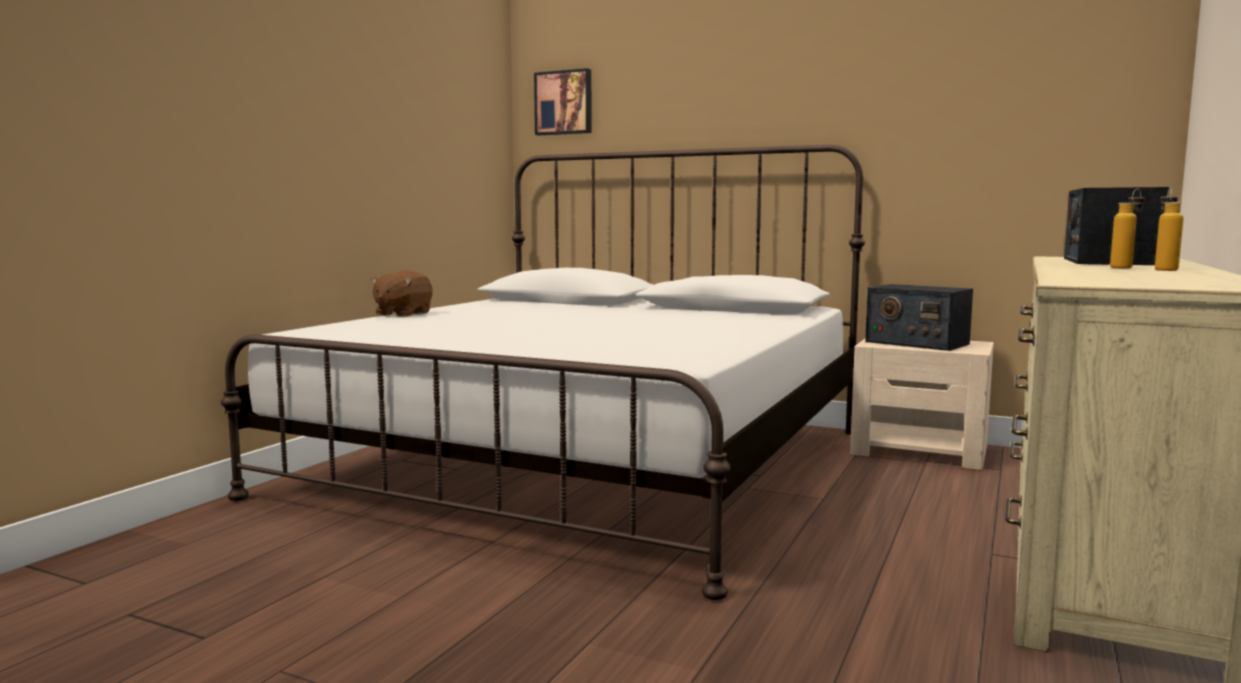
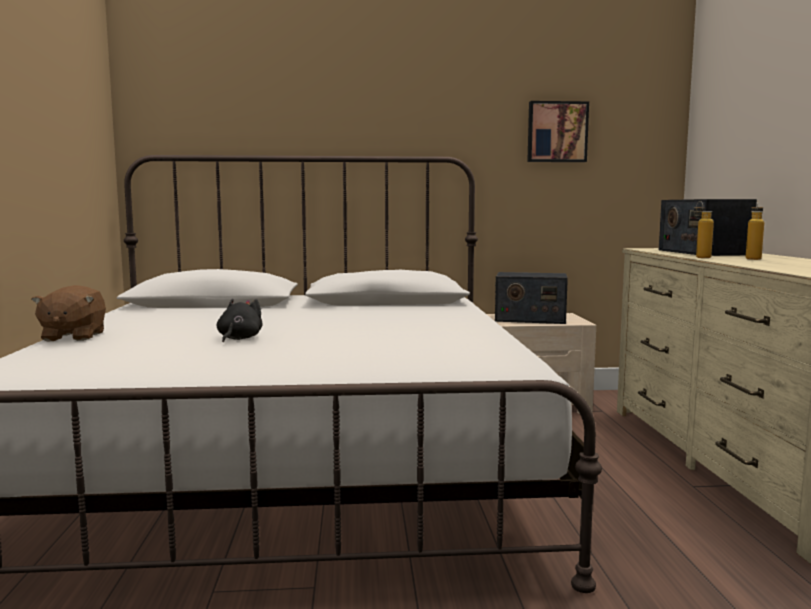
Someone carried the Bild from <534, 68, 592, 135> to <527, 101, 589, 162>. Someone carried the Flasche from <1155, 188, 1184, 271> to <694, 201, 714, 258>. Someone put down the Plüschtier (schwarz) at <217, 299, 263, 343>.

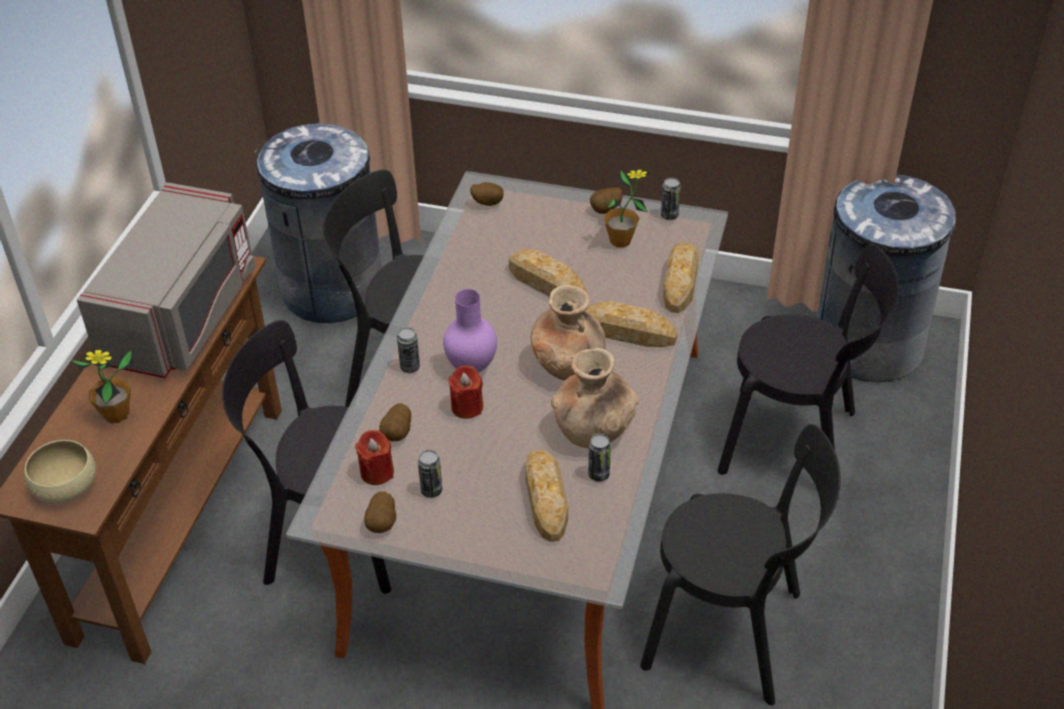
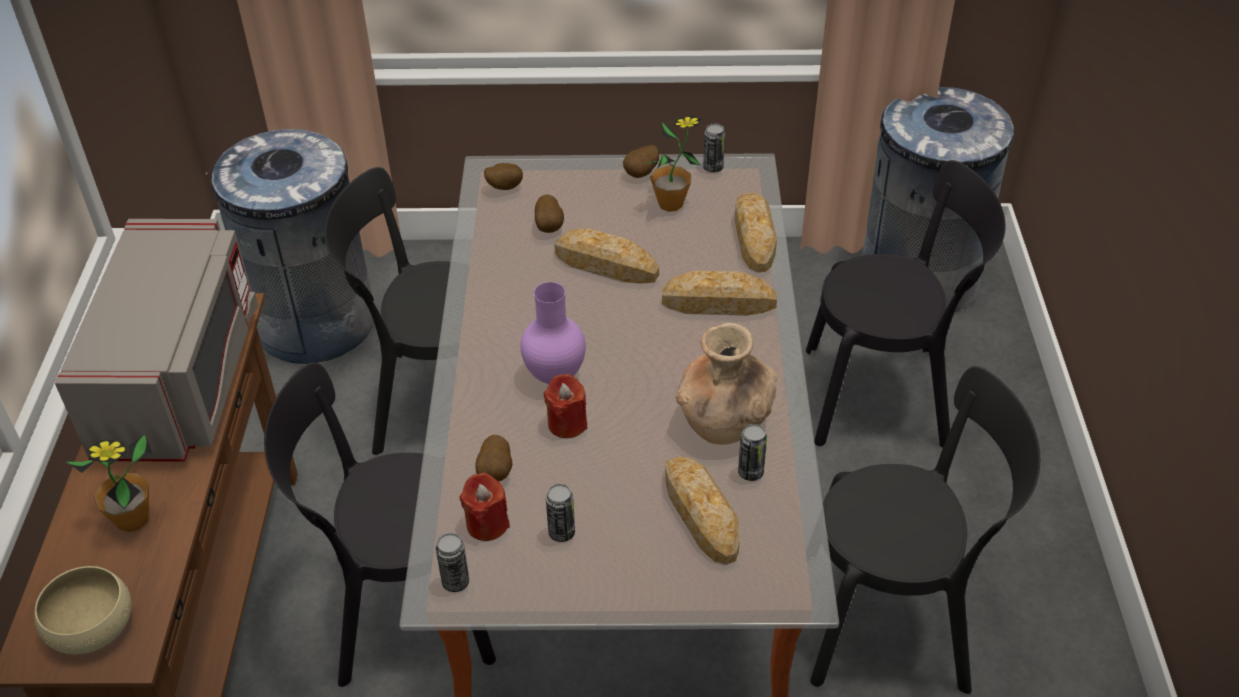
Someone took away the Vase (braun) at <531, 285, 606, 380>. Someone carried the Dose from <397, 327, 420, 373> to <436, 533, 469, 592>. Someone carried the Kartoffel from <364, 491, 396, 533> to <535, 194, 564, 233>.

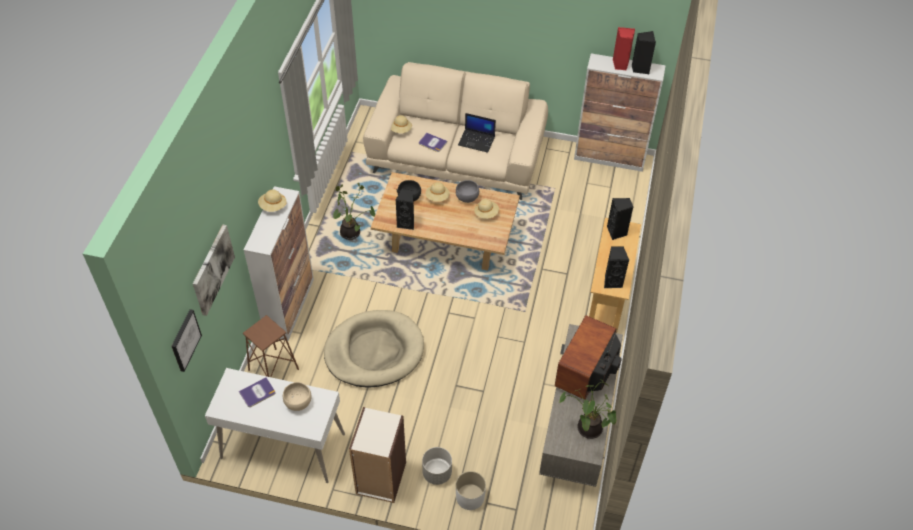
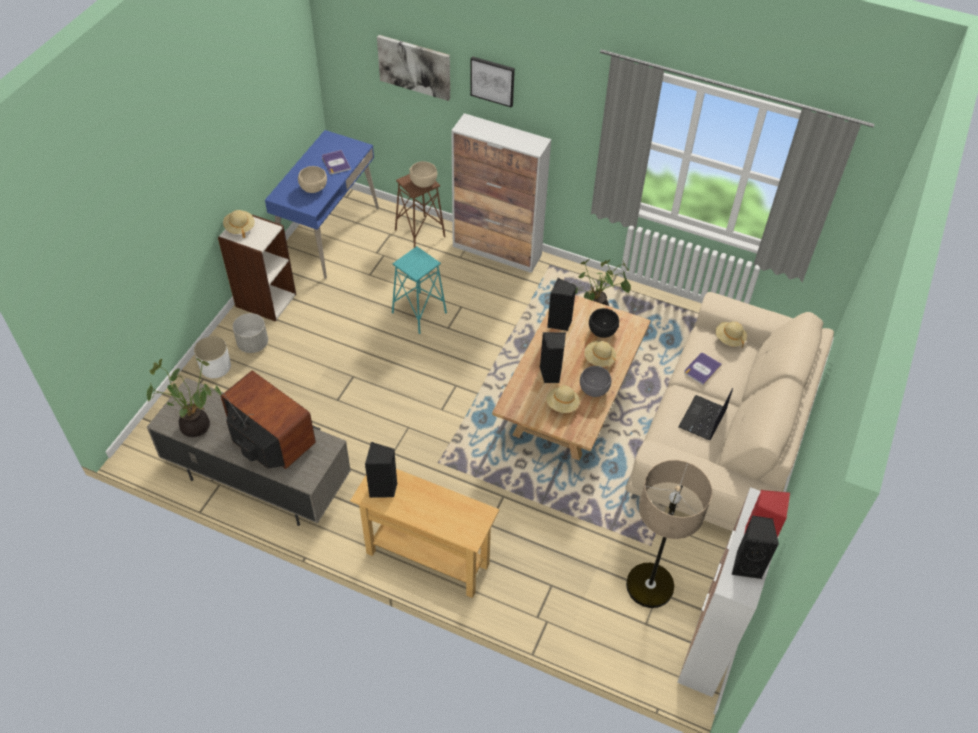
Someone carried the Hut (beige) from <258, 190, 287, 212> to <223, 210, 255, 238>. Someone carried the Lautsprecher (schwarz) from <607, 198, 633, 240> to <539, 332, 566, 383>. Someone carried the Bild from <171, 309, 202, 372> to <470, 56, 515, 108>. Someone swapped the Hundebett (beige) at <324, 310, 424, 388> for the Hocker (türkis) at <392, 246, 447, 334>. Someone repainted the Schreibtisch (weiß) at <205, 368, 345, 483>, which became the Schreibtisch (blau) at <265, 130, 379, 279>. Someone put down the Schüssel (beige) at <409, 161, 437, 188>. Someone put down the Stehlampe at <626, 460, 712, 608>.

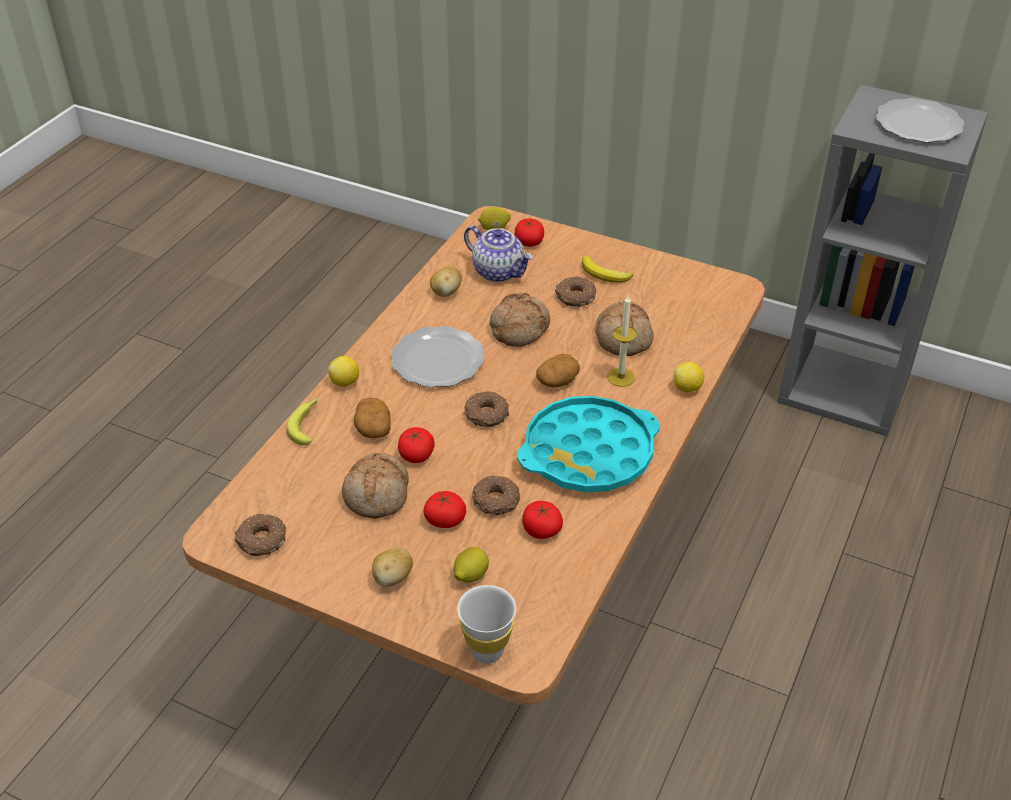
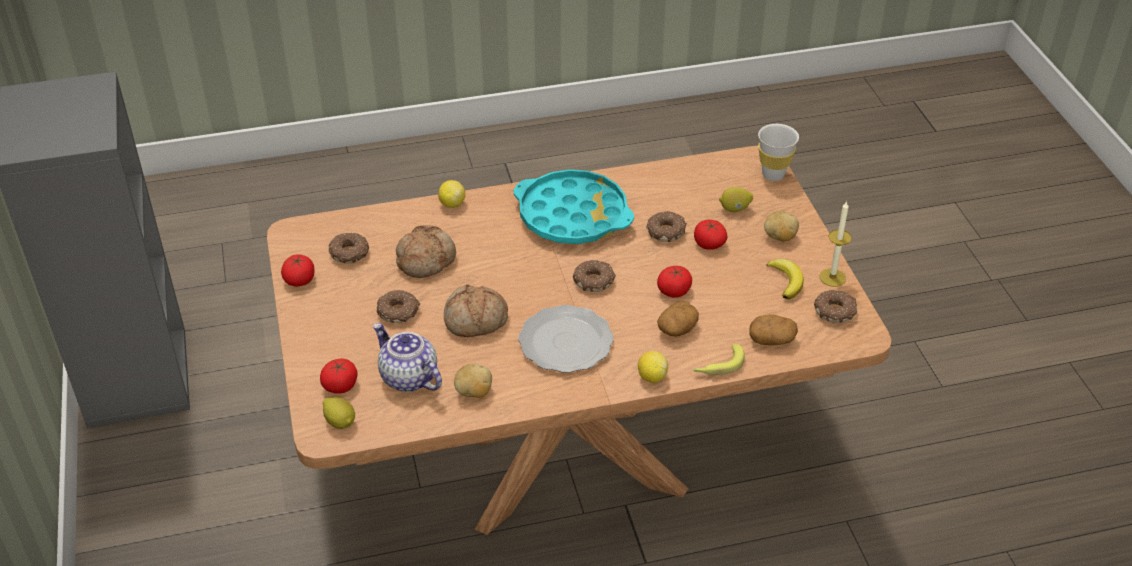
Someone took away the Teller at <876, 98, 964, 143>. Someone rotated the Teekanne at <464, 225, 533, 282> by 45 degrees counterclockwise. Someone carried the Banane from <582, 256, 633, 283> to <766, 259, 804, 300>. Someone carried the Kerze from <607, 296, 637, 387> to <819, 201, 852, 287>. Someone carried the Kartoffel from <536, 353, 580, 388> to <749, 314, 798, 345>. Someone took away the Brot at <342, 453, 409, 519>. Someone carried the Tomate from <522, 501, 563, 539> to <281, 254, 314, 286>. Someone put down the Donut at <329, 233, 369, 264>.

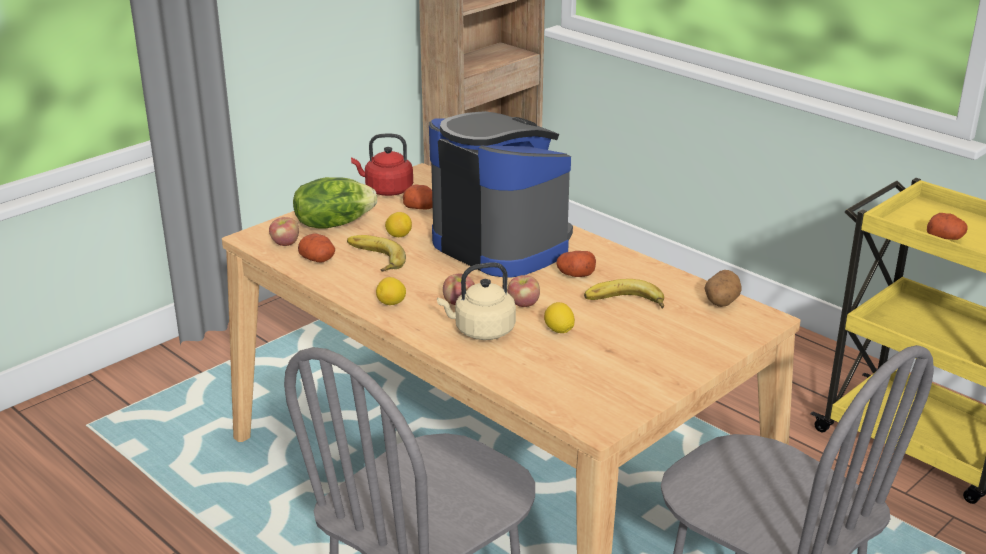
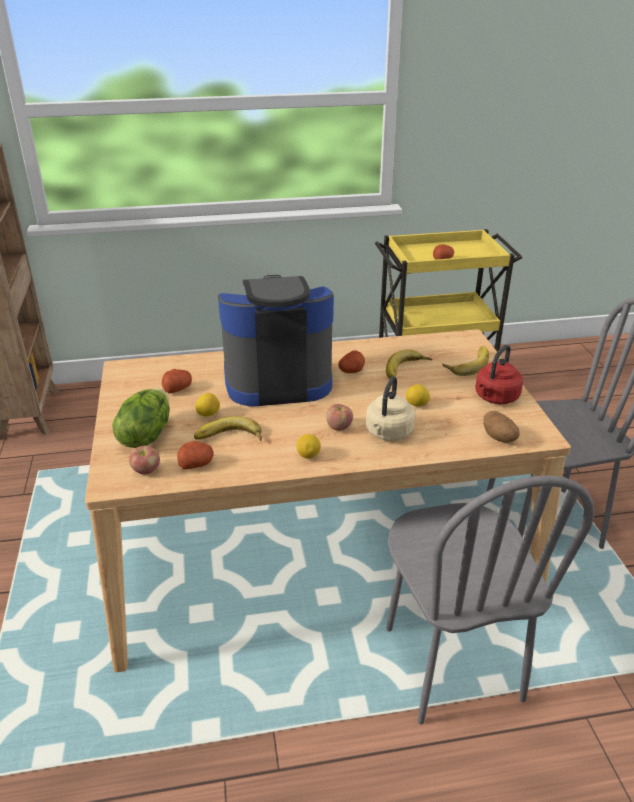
Someone carried the Wasserkessel (rot) from <351, 134, 413, 196> to <476, 345, 523, 404>. Someone carried the Kartoffel from <704, 270, 742, 307> to <484, 411, 520, 443>. Someone took away the Apfel at <507, 275, 540, 307>. Someone put down the Banane at <442, 346, 489, 376>.

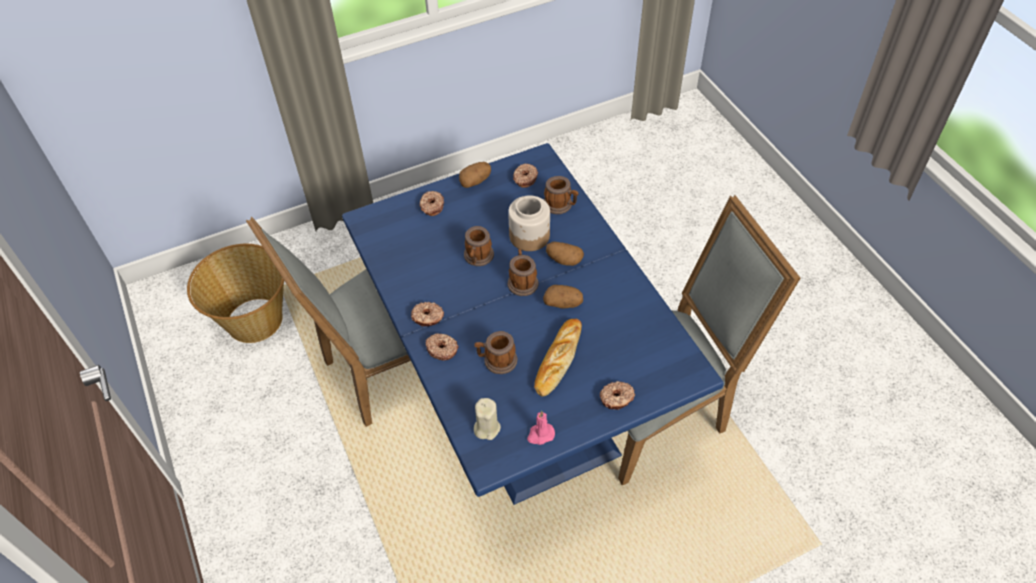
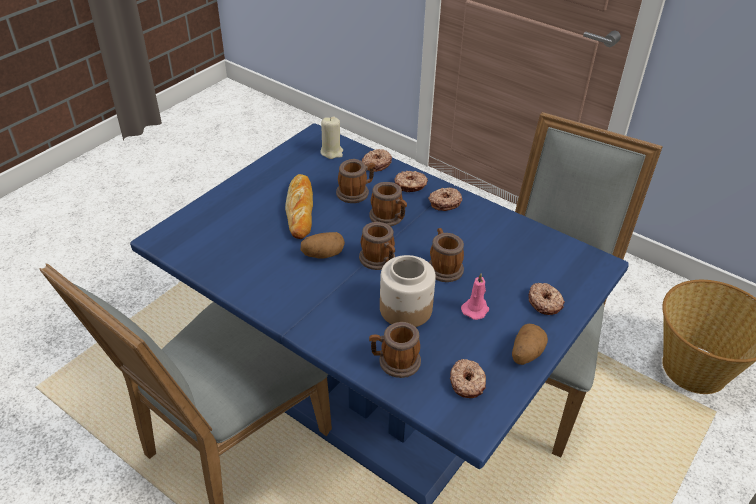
Someone took away the Kartoffel at <546, 242, 584, 266>. Someone carried the Donut from <600, 381, 635, 410> to <362, 149, 392, 172>. Someone carried the Kerze (rosa) from <527, 411, 555, 445> to <461, 273, 489, 320>. Someone put down the Henkelbecher at <369, 182, 407, 227>.

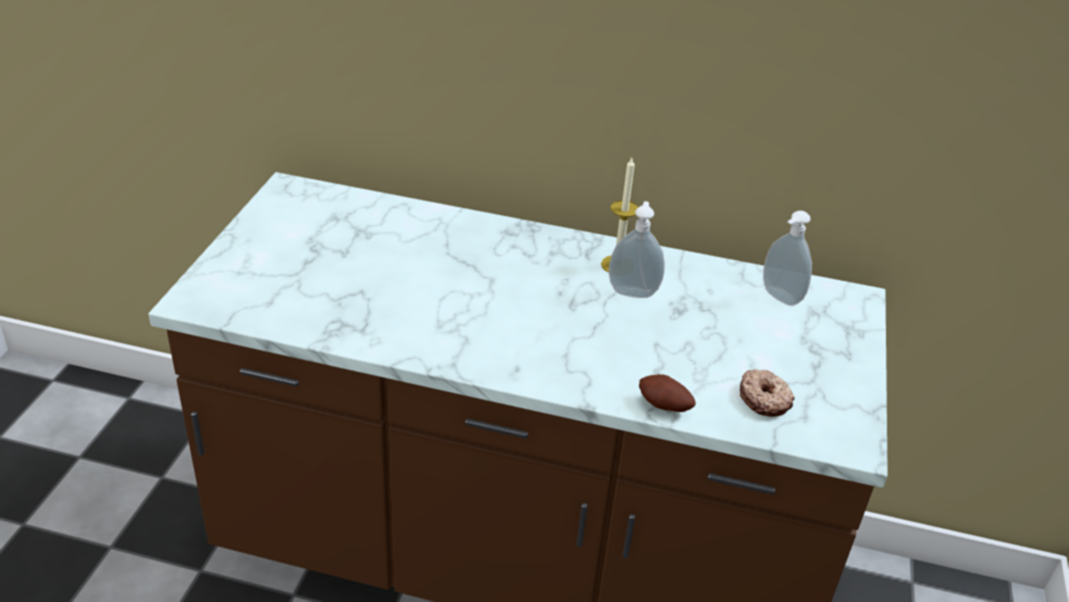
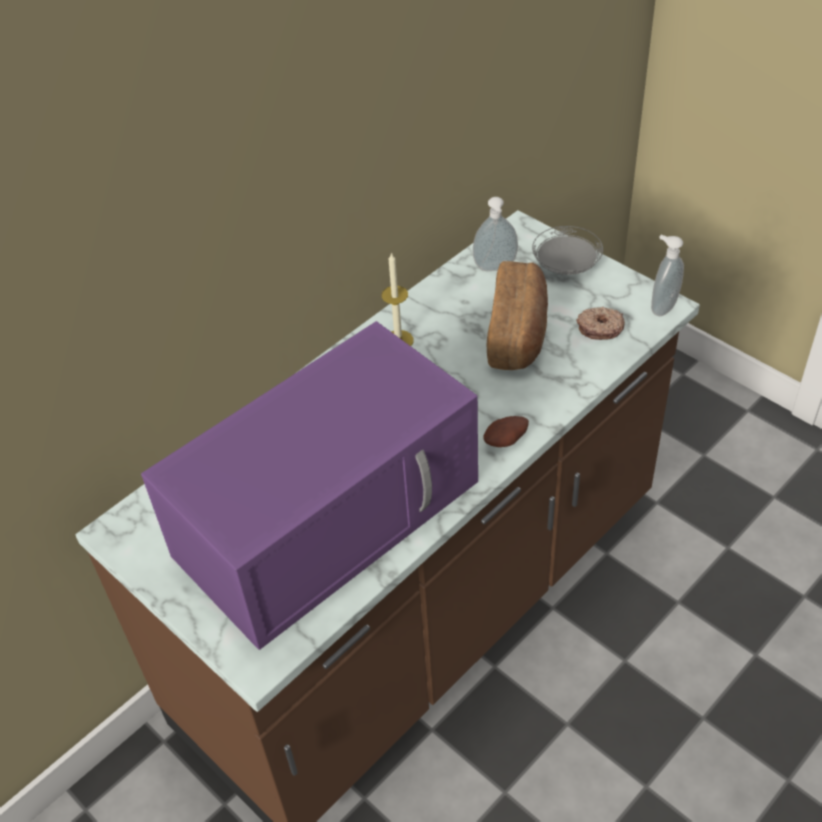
Someone carried the Seifenspender from <609, 201, 665, 298> to <651, 235, 684, 316>. Someone carried the Kartoffel from <639, 374, 696, 412> to <483, 416, 529, 447>. Someone put down the Teller (grau) at <532, 226, 603, 275>. Someone put down the Brot at <487, 261, 548, 370>. Someone put down the Mikrowelle (lila) at <141, 321, 478, 650>.

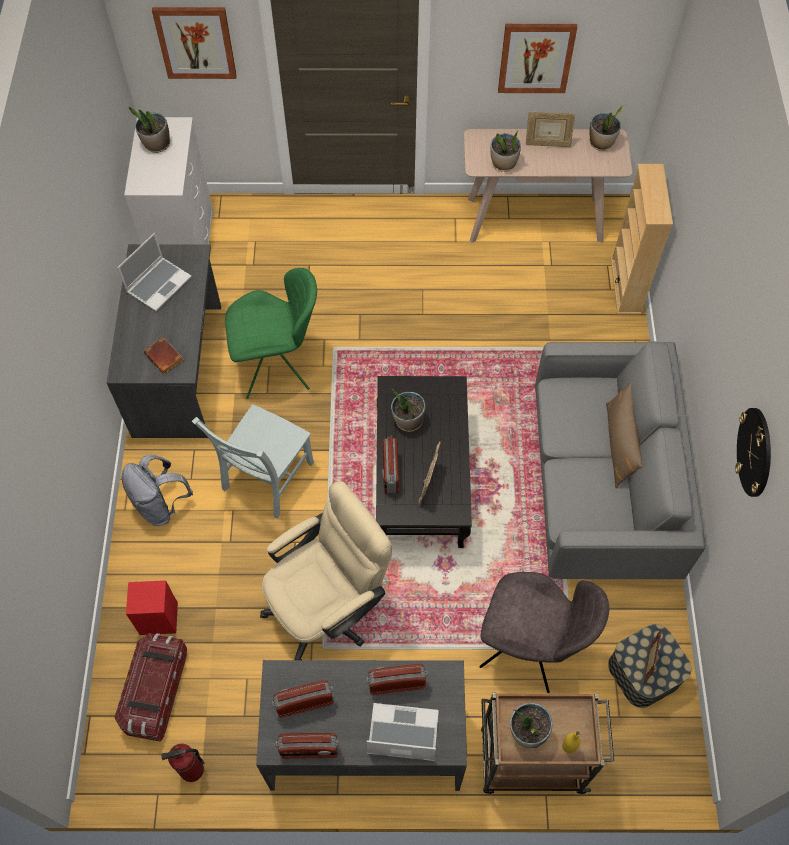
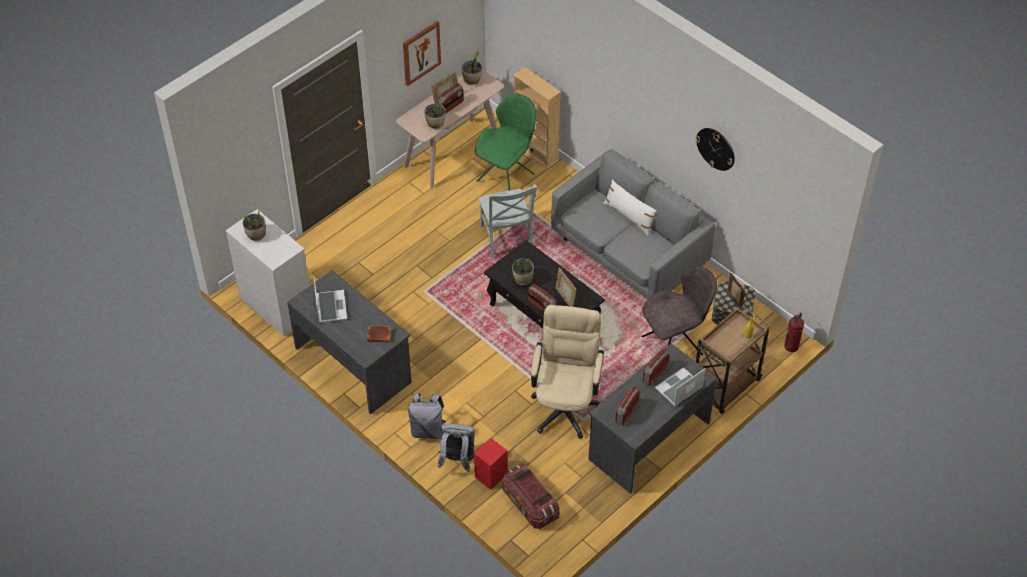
Someone took away the Bild at <152, 7, 237, 79>. Someone carried the Stuhl (grün) from <225, 268, 317, 399> to <475, 94, 536, 191>. Someone repainted the Kissen (braun) at <606, 383, 643, 489>, which became the Kissen (weiß) at <603, 179, 657, 235>. Someone carried the Stuhl (grau) from <192, 404, 314, 518> to <479, 184, 537, 258>. Someone took away the Topfpflanze at <510, 703, 553, 749>. Someone carried the Radio from <276, 733, 339, 759> to <438, 83, 464, 114>. Someone carried the Feuerlöscher from <161, 744, 205, 782> to <784, 313, 804, 352>. Someone put down the Rucksack (grau) at <438, 424, 475, 472>.

